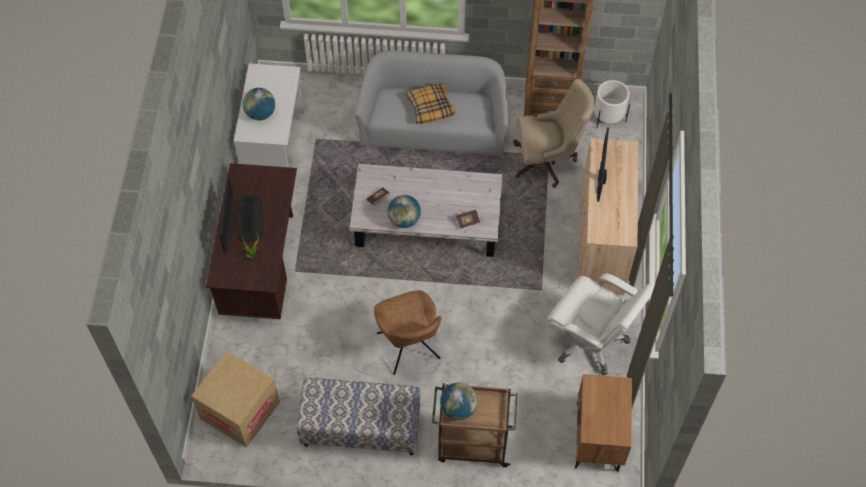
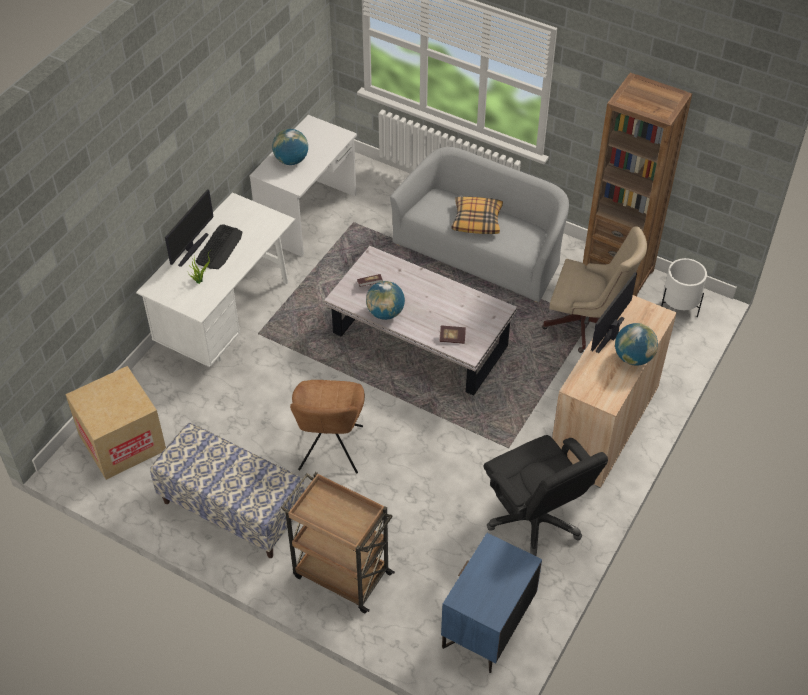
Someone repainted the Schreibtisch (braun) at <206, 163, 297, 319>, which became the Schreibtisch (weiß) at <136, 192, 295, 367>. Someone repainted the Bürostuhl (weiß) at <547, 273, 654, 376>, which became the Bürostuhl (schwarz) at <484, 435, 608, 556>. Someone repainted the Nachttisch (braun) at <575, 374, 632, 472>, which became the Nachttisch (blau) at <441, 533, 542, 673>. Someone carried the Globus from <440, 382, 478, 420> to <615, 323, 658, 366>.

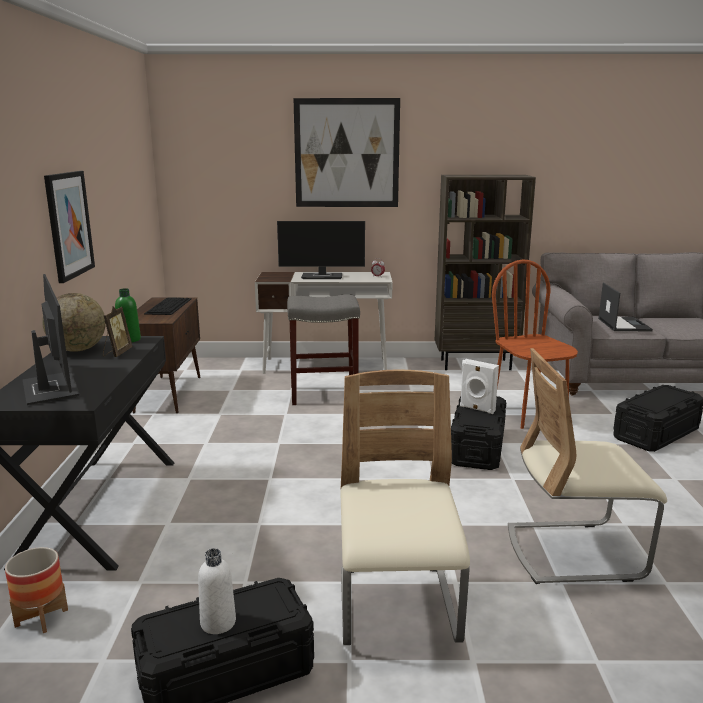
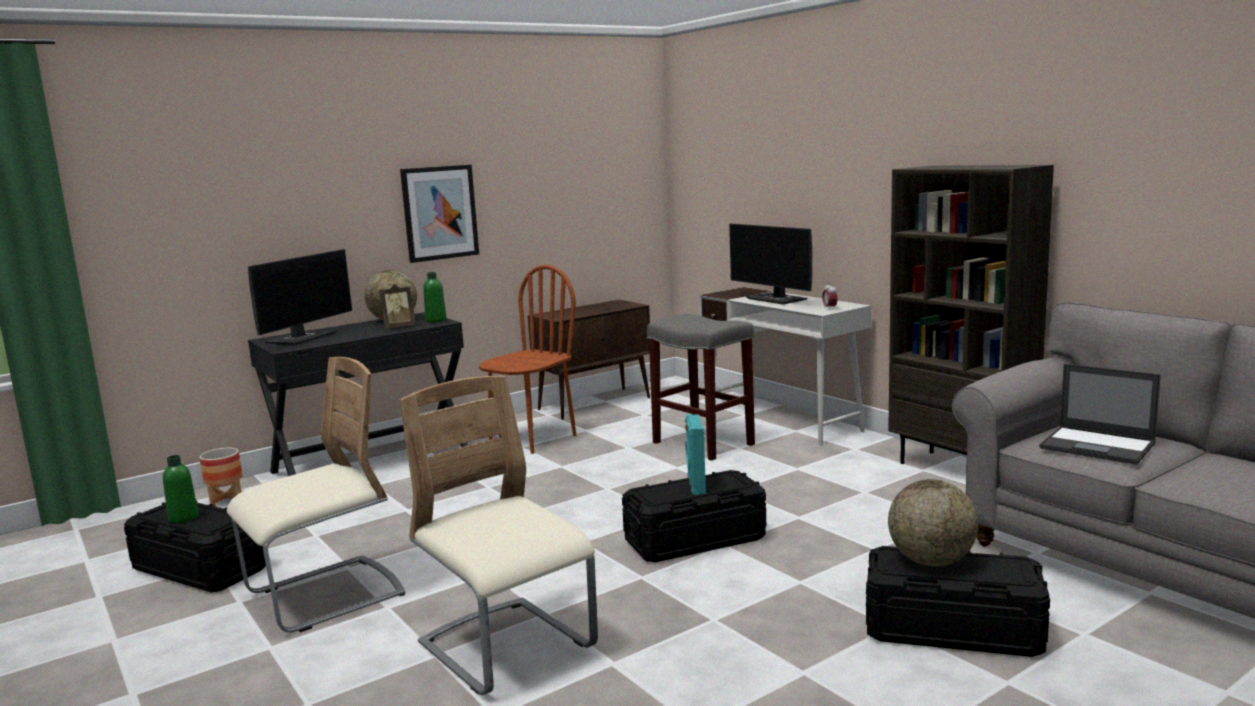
Someone took away the Bild at <293, 98, 400, 207>. Someone carried the Stuhl (braun) from <492, 260, 578, 429> to <479, 265, 576, 454>. Someone rotated the Laptop at <598, 282, 653, 331> by 75 degrees clockwise. Someone took away the Tastatur at <144, 297, 192, 315>. Someone repainted the Lautsprecher (weiß) at <460, 359, 499, 414>, which became the Lautsprecher (türkis) at <685, 414, 706, 495>. Someone repainted the Flasche (weiß) at <198, 548, 236, 634>, which became the Flasche (grün) at <163, 455, 199, 523>. Someone put down the Globus at <888, 479, 978, 567>.

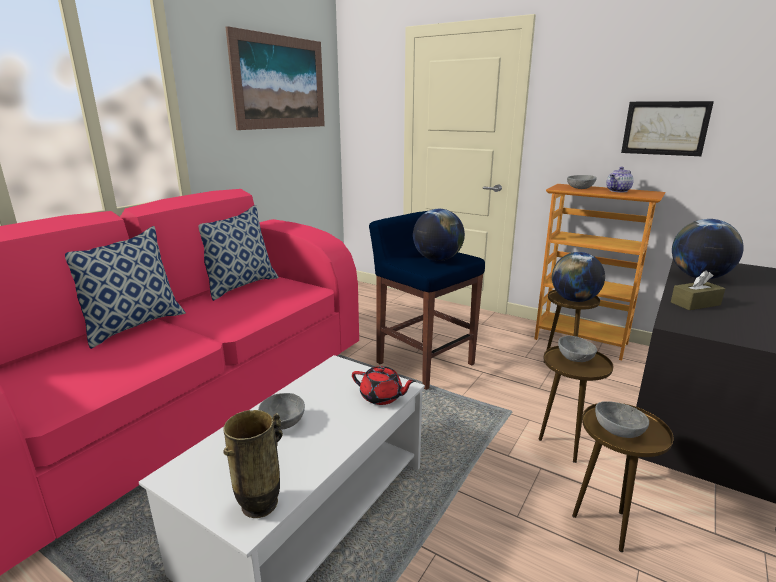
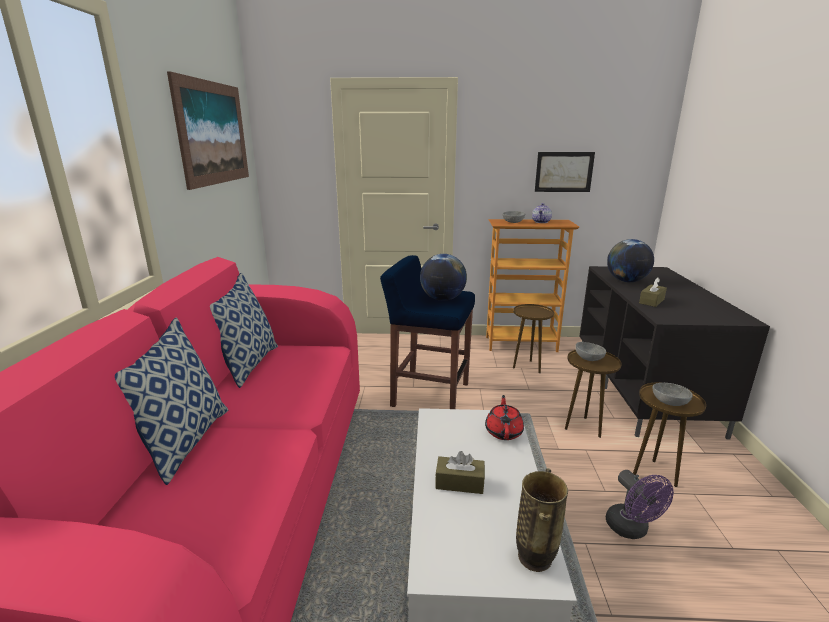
Someone took away the Globus at <552, 252, 605, 302>. Someone rotated the Teekanne (rot) at <352, 366, 416, 405> by 75 degrees counterclockwise. Someone swapped the Schüssel (grau) at <258, 393, 305, 430> for the Taschentuchbox (braun) at <435, 451, 485, 494>. Someone put down the Ventilator (lila) at <606, 470, 674, 539>.

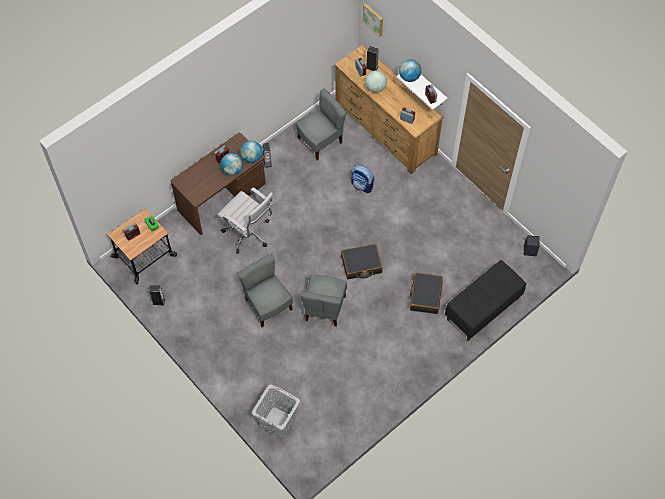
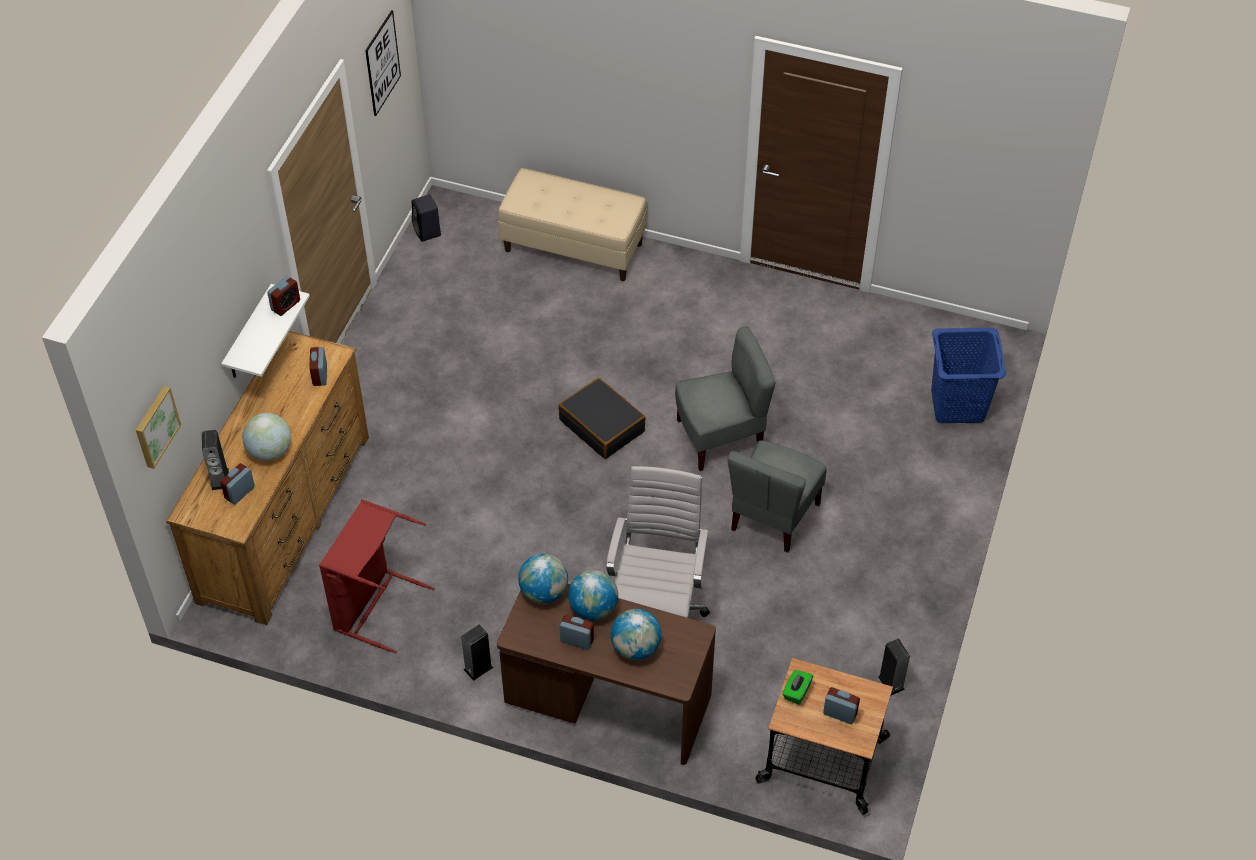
Someone carried the Globus from <399, 59, 421, 82> to <611, 609, 662, 660>. Someone swapped the Stuhl (grau) at <296, 89, 346, 160> for the Wäschekorb (rot) at <319, 499, 435, 653>. Someone took away the Rucksack at <351, 165, 374, 193>. Someone repainted the Bank (schwarz) at <445, 260, 526, 341>, which became the Bank (beige) at <498, 168, 647, 281>. Someone took away the Koffer (schwarz) at <410, 273, 443, 314>. Someone repainted the Wäschekorb (grau) at <252, 384, 300, 439>, which became the Wäschekorb (blau) at <931, 328, 1006, 423>. Someone put up the Bild at <365, 10, 401, 116>.

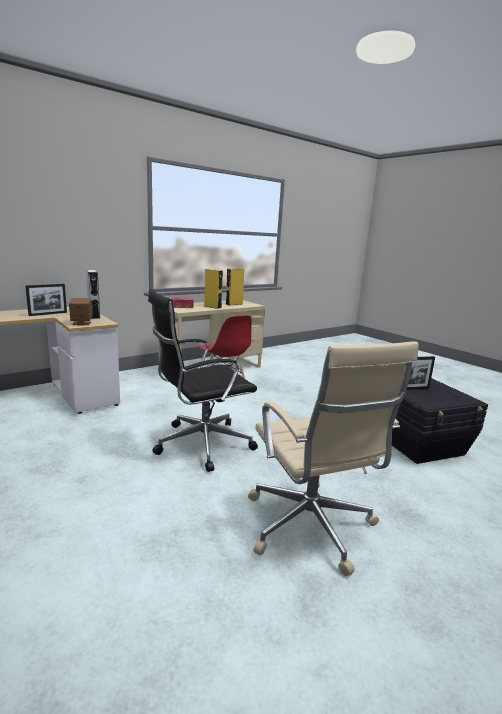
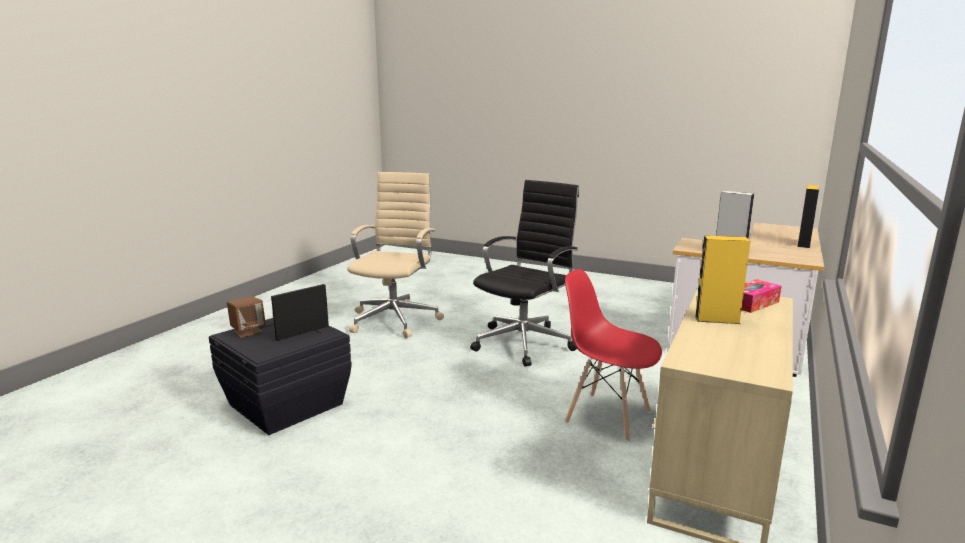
Someone carried the Lautsprecher (gelb) from <226, 269, 244, 305> to <797, 185, 819, 248>. Someone took away the Bilderrahmen at <25, 284, 67, 316>. Someone carried the Lautsprecher (braun) from <69, 298, 93, 325> to <227, 296, 266, 338>. Someone rotated the Bürostuhl (beige) at <248, 341, 419, 576> by 60 degrees clockwise.

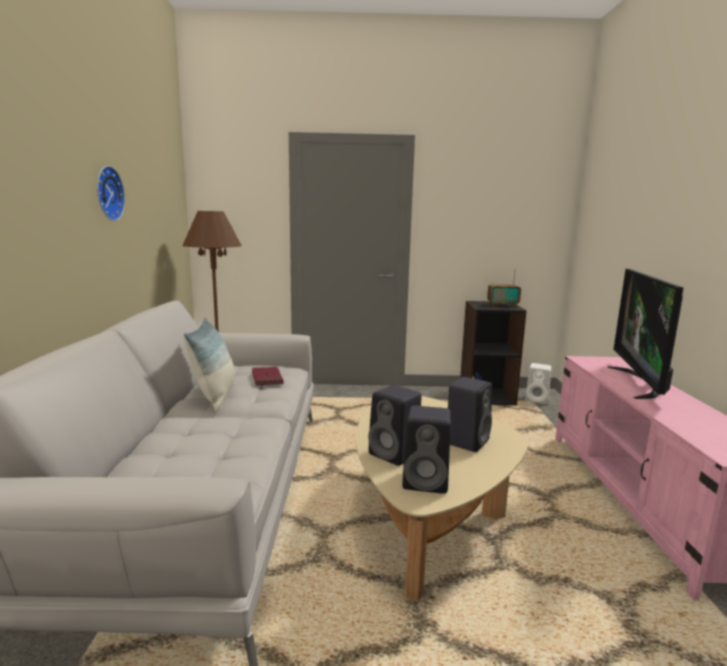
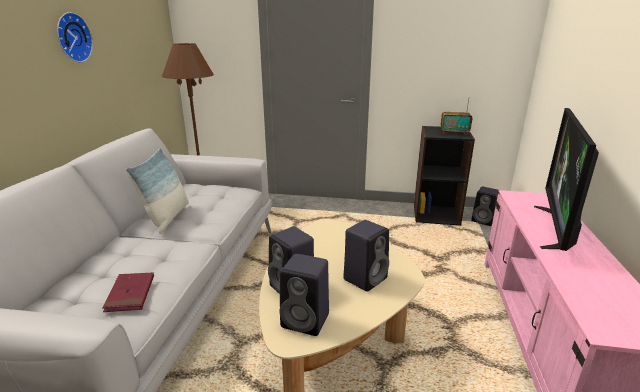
Someone repainted the Lautsprecher (weiß) at <525, 363, 551, 404>, which became the Lautsprecher (schwarz) at <471, 187, 499, 226>. Someone carried the Buch (rot) from <252, 367, 284, 385> to <102, 272, 154, 312>.

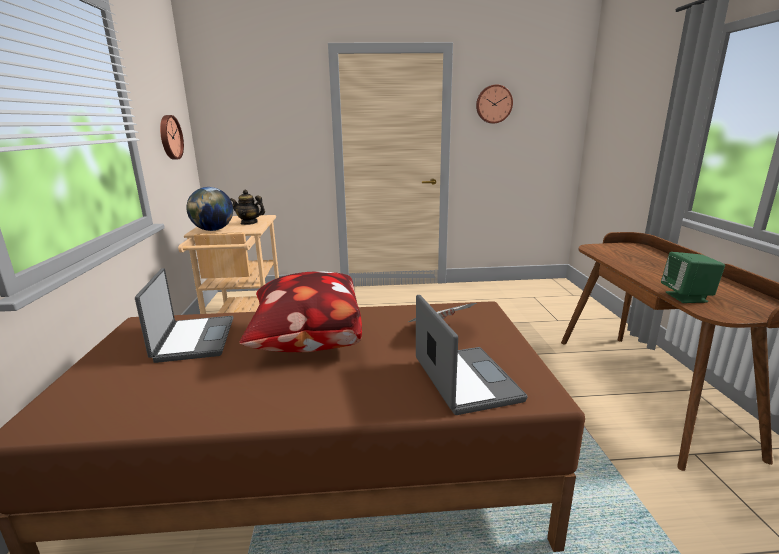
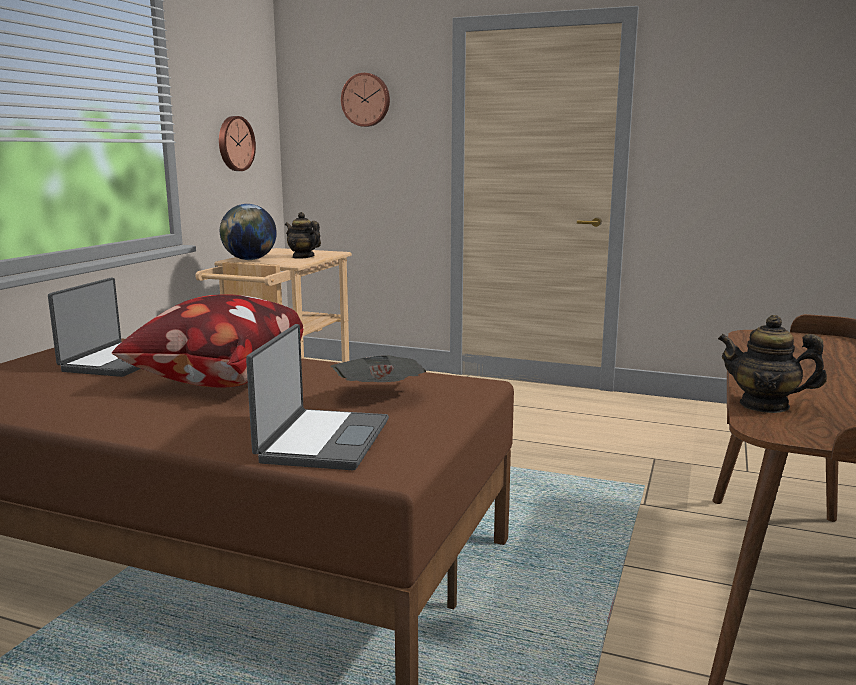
Someone carried the Wanduhr from <476, 85, 513, 123> to <341, 73, 390, 127>. Someone swapped the Lautsprecher (grün) at <661, 252, 725, 303> for the Teekanne at <718, 315, 827, 413>.

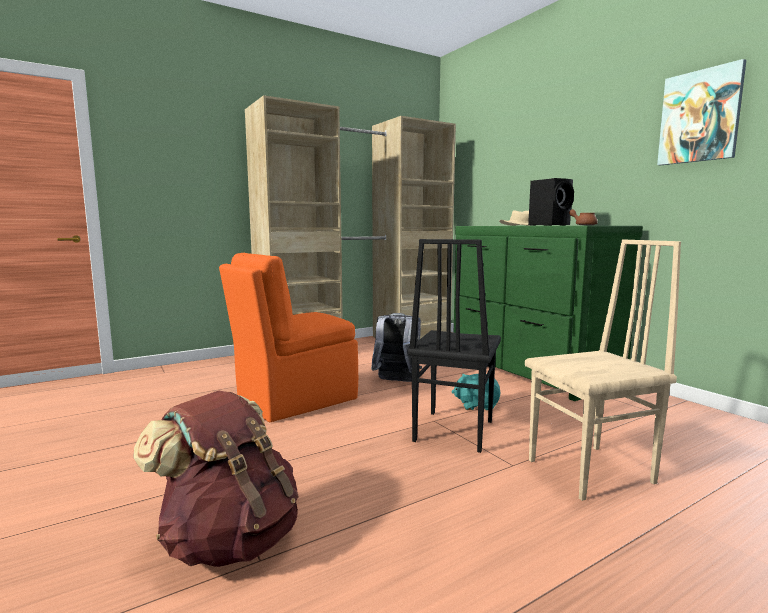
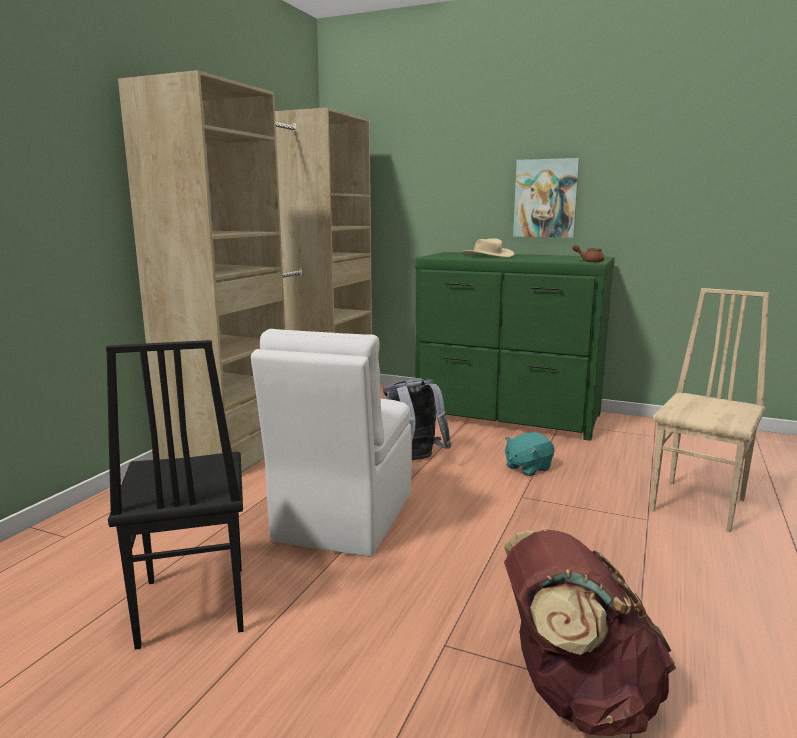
Someone carried the Bild from <657, 59, 746, 165> to <513, 158, 580, 238>. Someone took away the Lautsprecher (schwarz) at <528, 178, 574, 226>. Someone carried the Stuhl (schwarz) from <407, 239, 501, 453> to <106, 340, 244, 650>. Someone repainted the Stuhl (orange) at <219, 253, 358, 422>, which became the Stuhl (weiß) at <251, 329, 412, 557>.

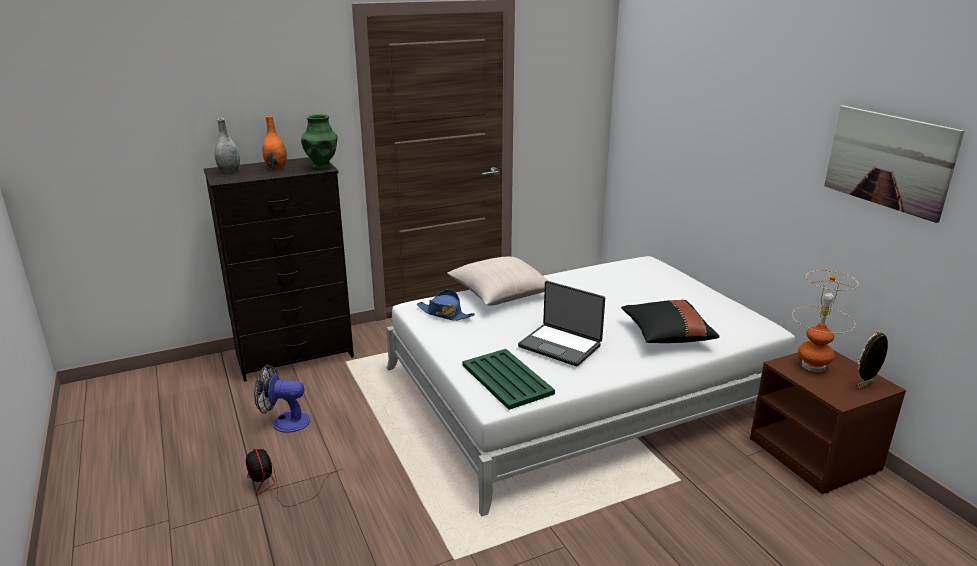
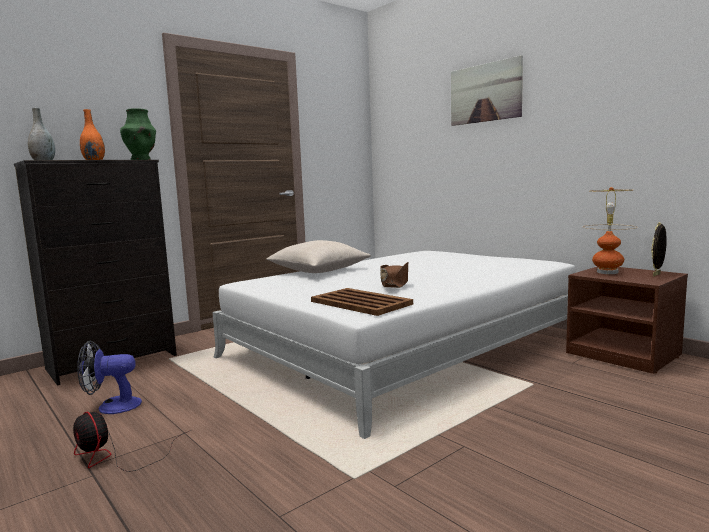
Someone carried the Bild from <824, 105, 964, 223> to <451, 55, 523, 126>. Someone swapped the Laptop at <518, 281, 605, 366> for the Hut (braun) at <380, 262, 408, 288>. Someone took away the Hut (blau) at <417, 289, 475, 321>. Someone took away the Kissen (schwarz) at <621, 300, 719, 343>. Someone repainted the Tablett (grün) at <462, 349, 555, 410>, which became the Tablett (braun) at <311, 288, 413, 316>.

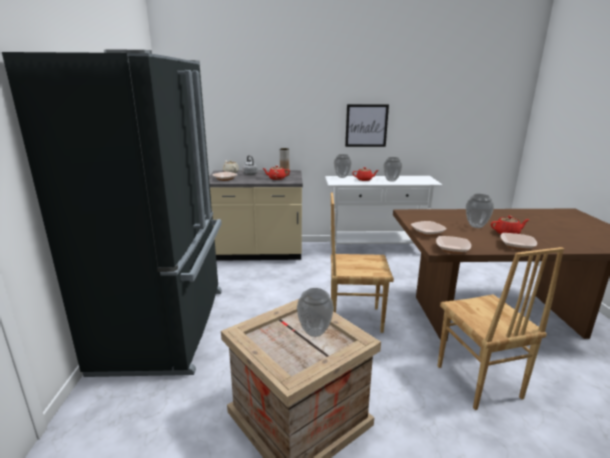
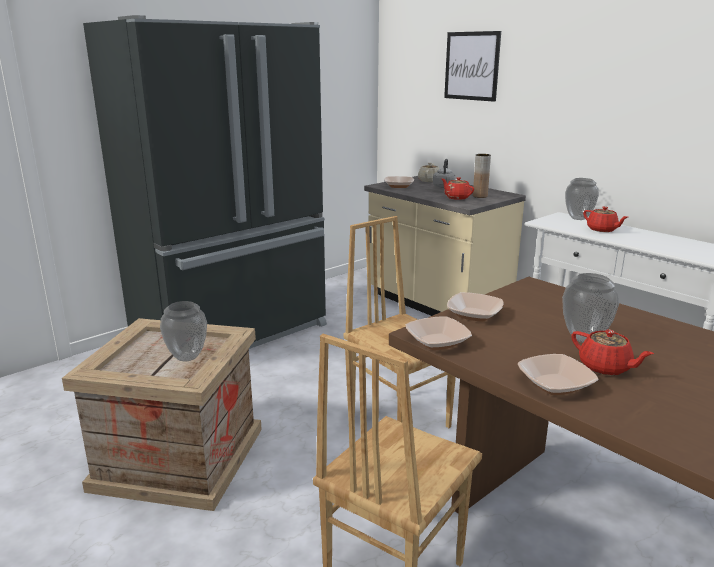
Someone carried the Bild from <345, 104, 389, 147> to <444, 31, 501, 102>. Someone took away the Vase at <383, 157, 402, 182>.

